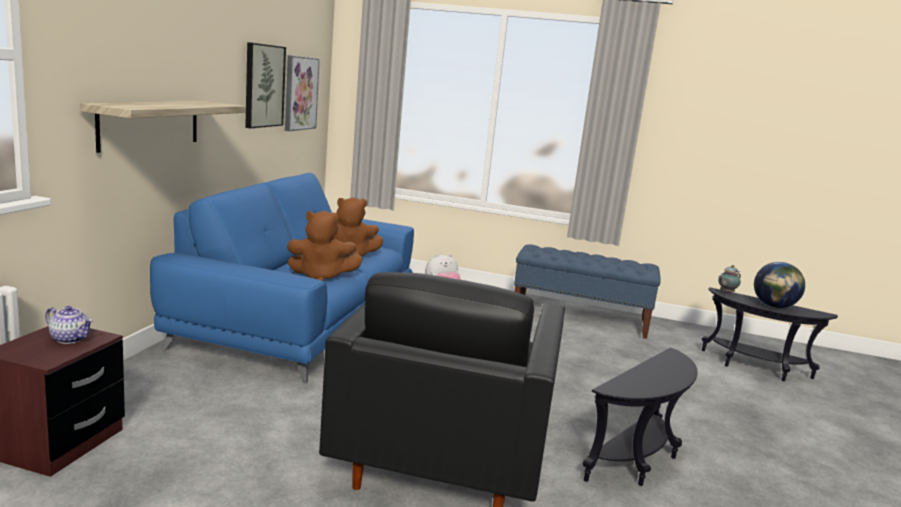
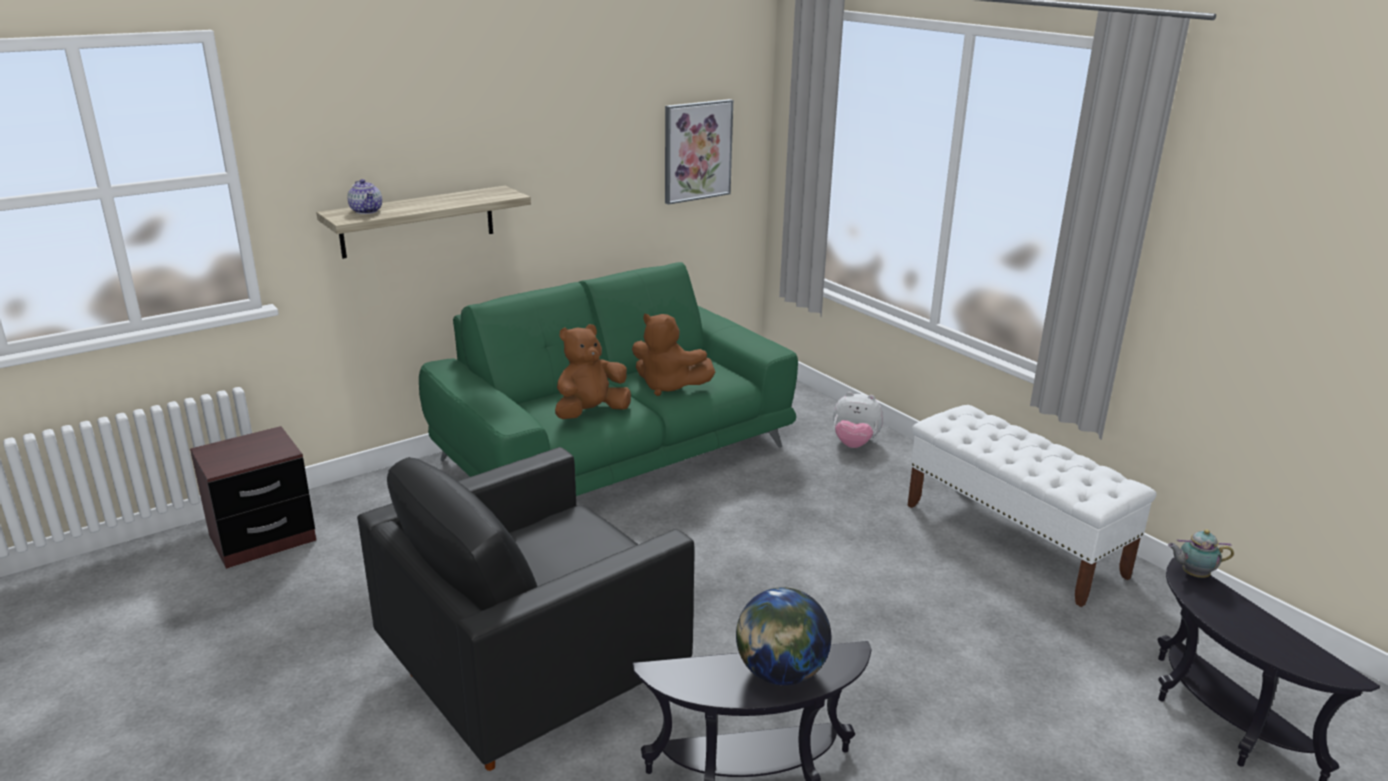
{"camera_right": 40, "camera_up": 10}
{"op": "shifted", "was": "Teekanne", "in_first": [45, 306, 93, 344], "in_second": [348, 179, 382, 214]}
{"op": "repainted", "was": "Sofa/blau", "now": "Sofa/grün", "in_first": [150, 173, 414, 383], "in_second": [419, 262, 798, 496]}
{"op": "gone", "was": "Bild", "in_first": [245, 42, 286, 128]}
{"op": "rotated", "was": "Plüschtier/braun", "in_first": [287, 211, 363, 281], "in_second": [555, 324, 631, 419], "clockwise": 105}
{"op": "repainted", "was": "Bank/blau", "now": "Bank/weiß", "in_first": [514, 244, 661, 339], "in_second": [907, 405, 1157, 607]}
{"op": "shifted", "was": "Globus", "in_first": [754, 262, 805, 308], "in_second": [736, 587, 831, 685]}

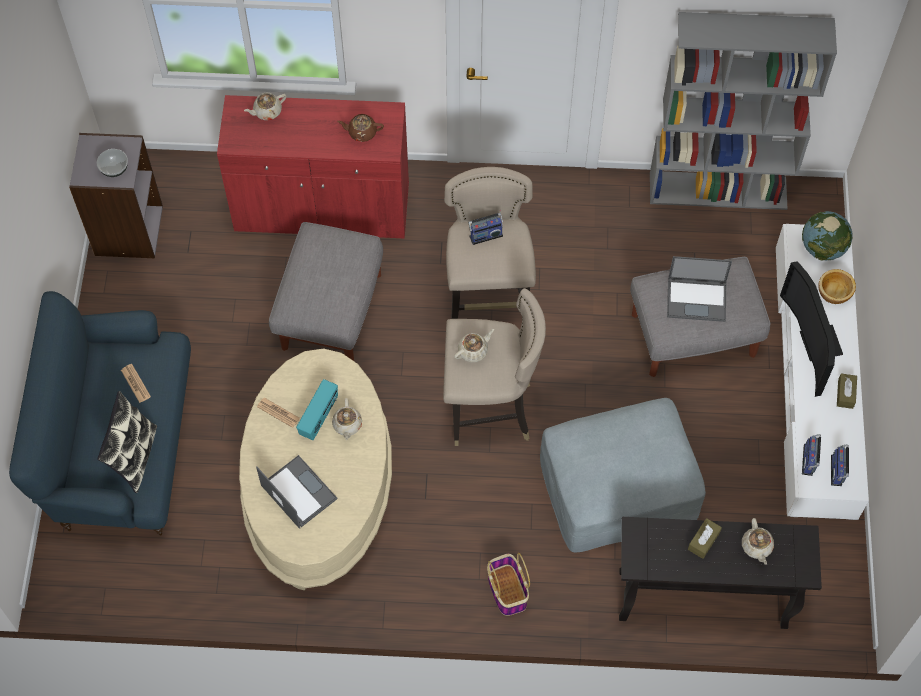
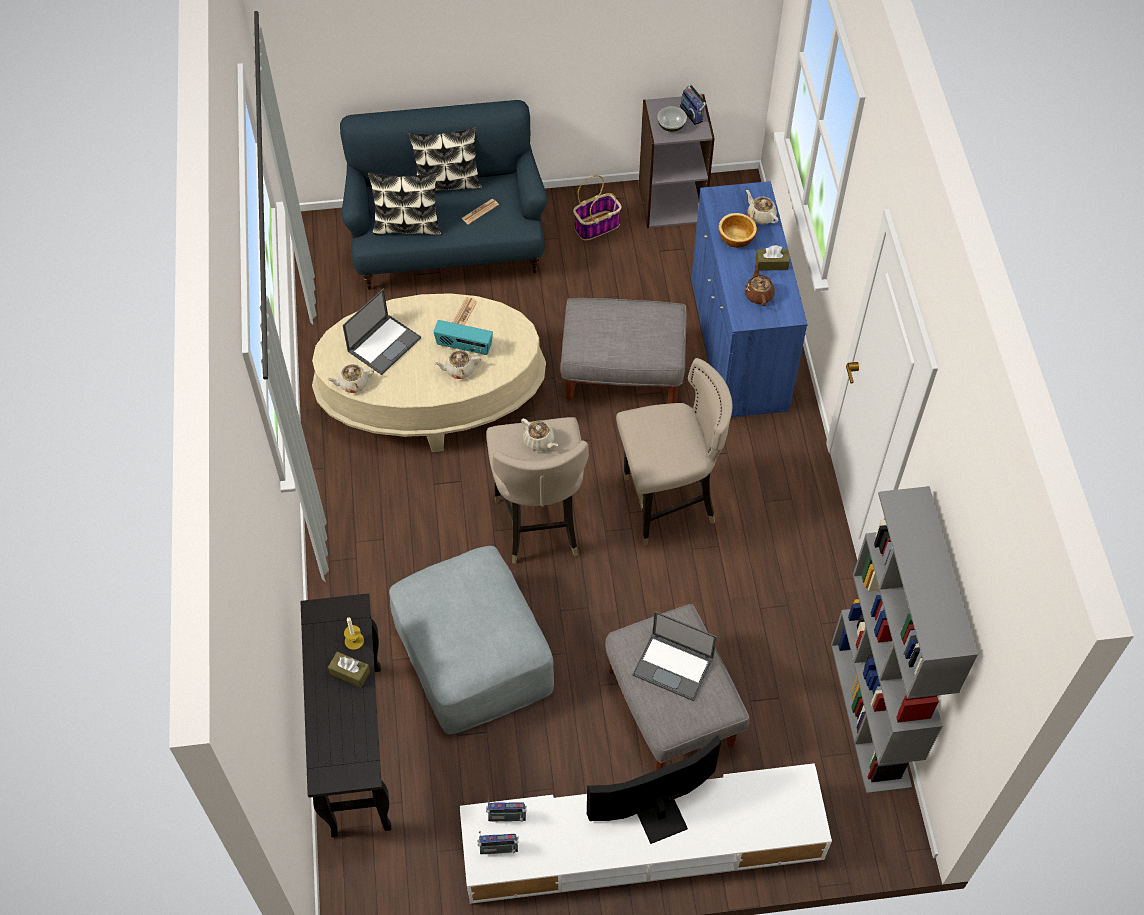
{"camera_right": 80, "camera_up": -5}
{"op": "repainted", "was": "Schrank/rot", "now": "Schrank/blau", "in_first": [217, 95, 409, 238], "in_second": [691, 181, 808, 417]}
{"op": "shifted", "was": "Radio", "in_first": [468, 210, 503, 245], "in_second": [680, 84, 706, 125]}
{"op": "shifted", "was": "Korb", "in_first": [487, 553, 530, 616], "in_second": [573, 175, 622, 240]}
{"op": "rotated", "was": "Laptop", "in_first": [667, 256, 732, 322], "in_second": [632, 611, 717, 701], "clockwise": -60}
{"op": "shifted", "was": "Teekanne/beige", "in_first": [742, 518, 774, 565], "in_second": [327, 364, 374, 393]}
{"op": "gone", "was": "Globus", "in_first": [802, 211, 852, 260]}
{"op": "shifted", "was": "Schüssel", "in_first": [818, 269, 856, 304], "in_second": [718, 213, 757, 248]}
{"op": "shifted", "was": "Taschentuchbox/braun", "in_first": [837, 374, 857, 409], "in_second": [756, 245, 790, 271]}
{"op": "new", "now": "Kerze", "in_second": [344, 617, 364, 650]}
{"op": "new", "now": "Kissen", "in_second": [408, 126, 482, 191]}

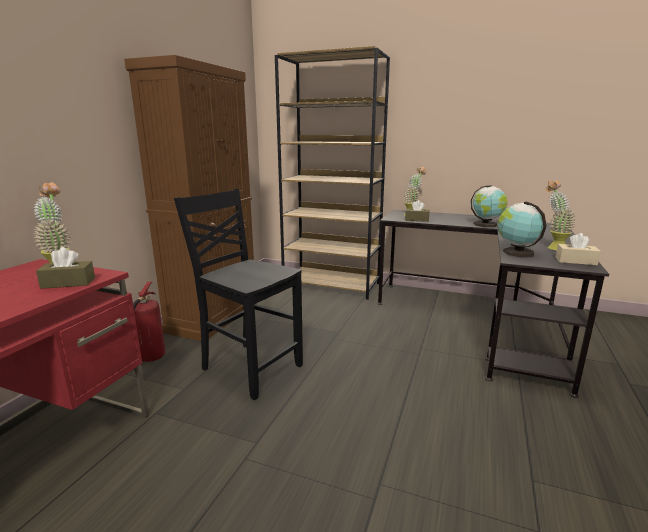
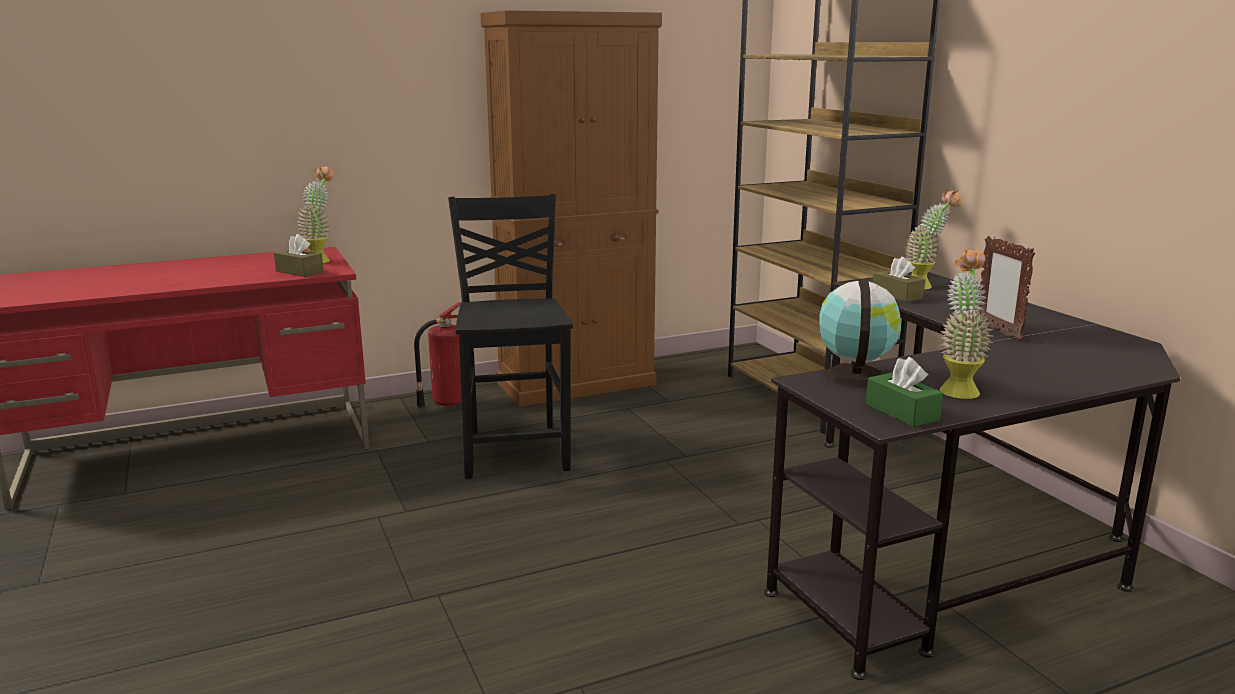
{"camera_right": 45, "camera_up": 0}
{"op": "swapped", "was": "Globus", "now": "Bilderrahmen", "in_first": [471, 185, 507, 227], "in_second": [978, 236, 1035, 341]}
{"op": "repainted", "was": "Taschentuchbox/beige", "now": "Taschentuchbox/grün", "in_first": [556, 233, 601, 265], "in_second": [866, 357, 943, 427]}

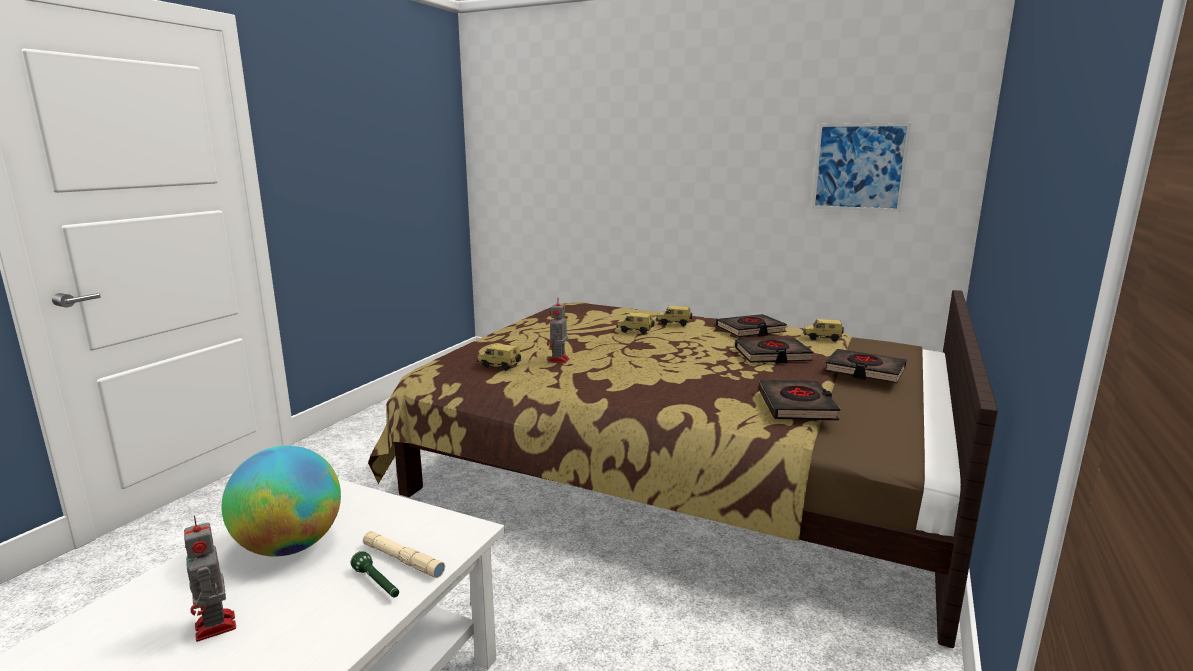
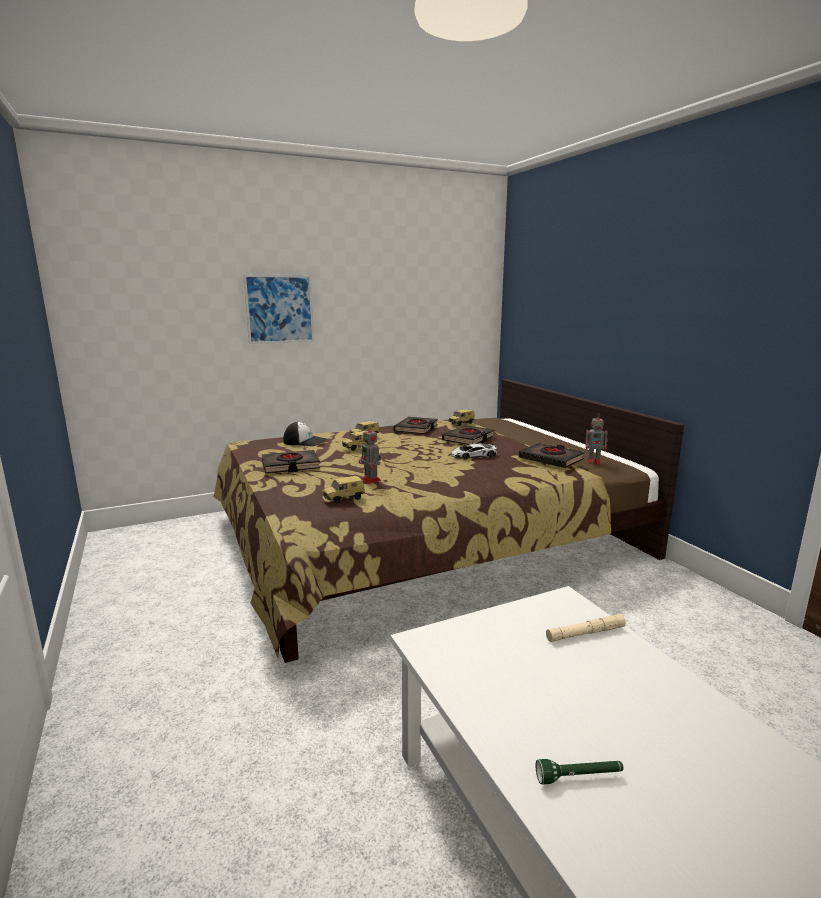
{"camera_right": -50, "camera_up": 0}
{"op": "shifted", "was": "Spielzeugroboter", "in_first": [184, 515, 236, 642], "in_second": [585, 413, 608, 465]}
{"op": "gone", "was": "Globus", "in_first": [222, 446, 341, 557]}
{"op": "shifted", "was": "Taschenlampe/grün", "in_first": [351, 551, 399, 597], "in_second": [536, 759, 624, 784]}
{"op": "shifted", "was": "Bild", "in_first": [812, 123, 911, 212], "in_second": [243, 275, 314, 344]}
{"op": "shifted", "was": "Buch/schwarz", "in_first": [825, 349, 907, 383], "in_second": [262, 450, 320, 474]}
{"op": "new", "now": "Kappe", "in_second": [283, 422, 326, 446]}
{"op": "new", "now": "Spielzeugauto", "in_second": [451, 443, 497, 459]}

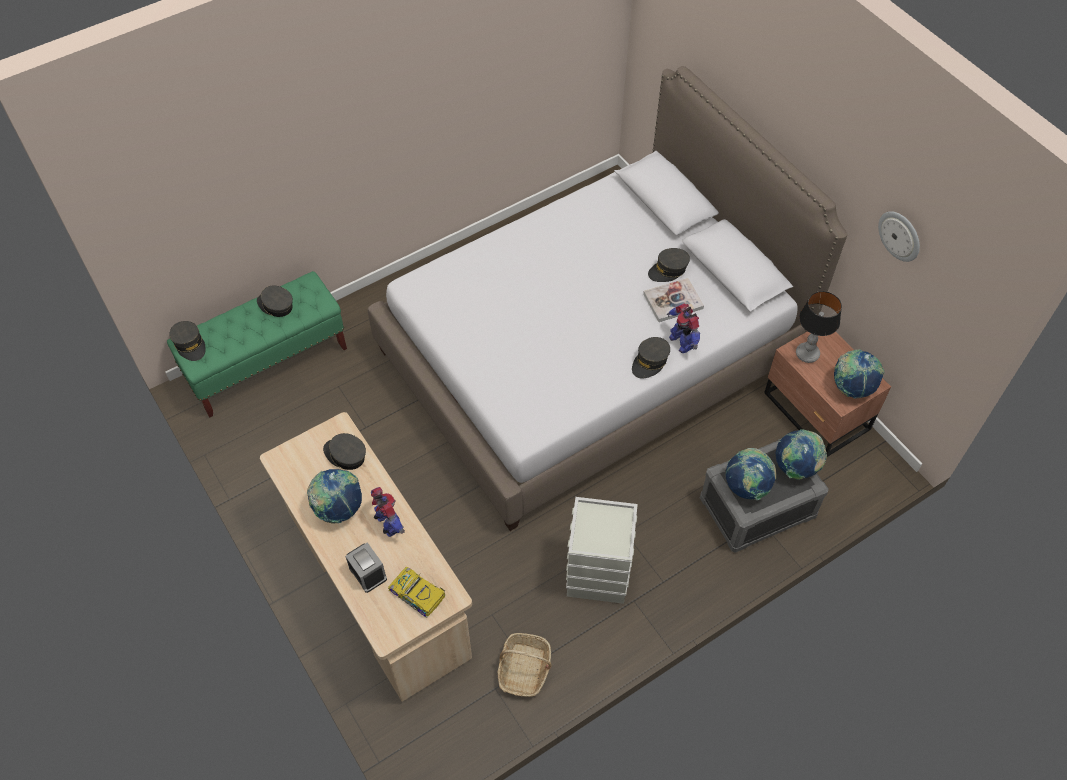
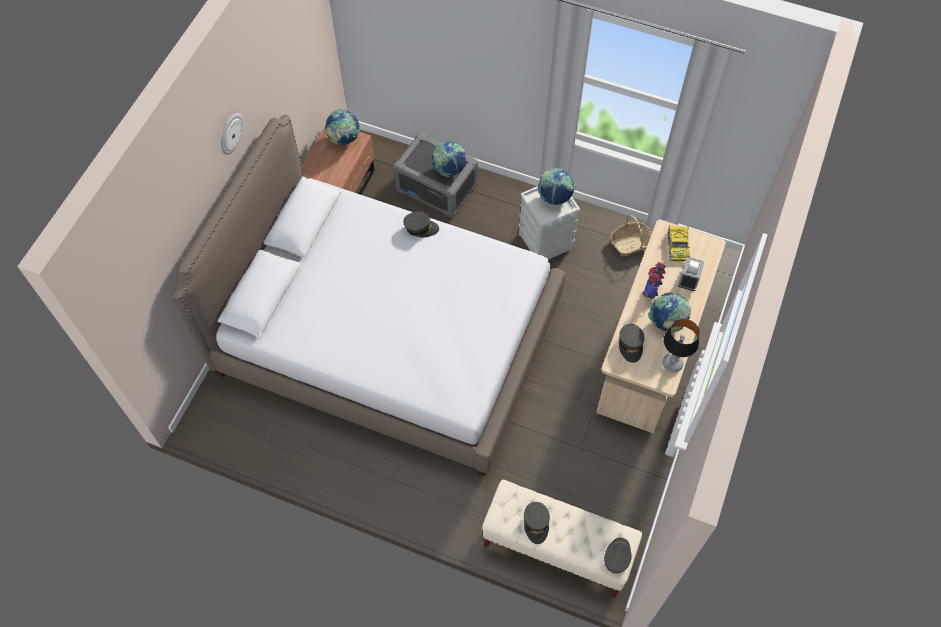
{"camera_right": -125, "camera_up": 5}
{"op": "repainted", "was": "Bank/grün", "now": "Bank/beige", "in_first": [167, 271, 347, 418], "in_second": [482, 479, 642, 598]}
{"op": "gone", "was": "Buch", "in_first": [643, 278, 704, 322]}
{"op": "gone", "was": "Kappe/grau", "in_first": [648, 248, 690, 282]}
{"op": "gone", "was": "Spielzeugroboter", "in_first": [667, 303, 700, 353]}
{"op": "shifted", "was": "Globus", "in_first": [775, 429, 827, 480], "in_second": [538, 168, 576, 205]}
{"op": "shifted", "was": "Tischlampe", "in_first": [796, 291, 842, 363], "in_second": [662, 319, 700, 373]}
{"op": "shifted", "was": "Wanduhr", "in_first": [878, 211, 920, 262], "in_second": [221, 113, 243, 155]}

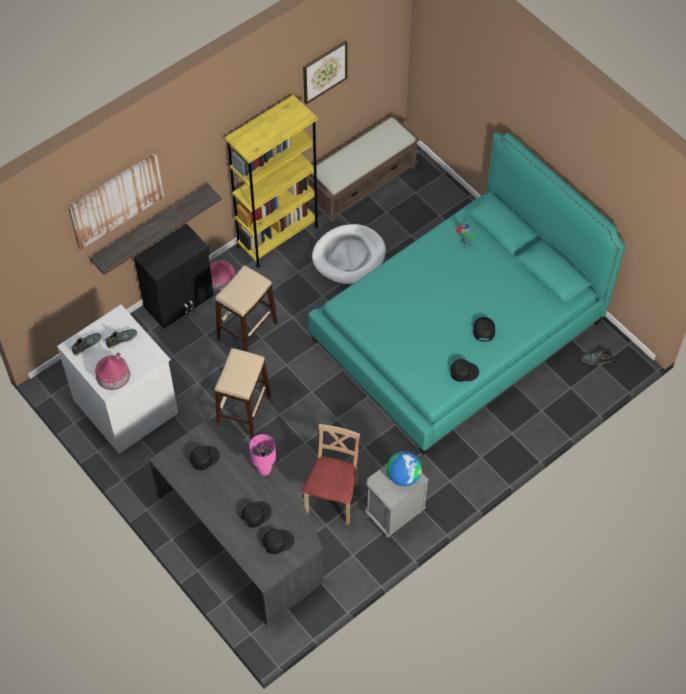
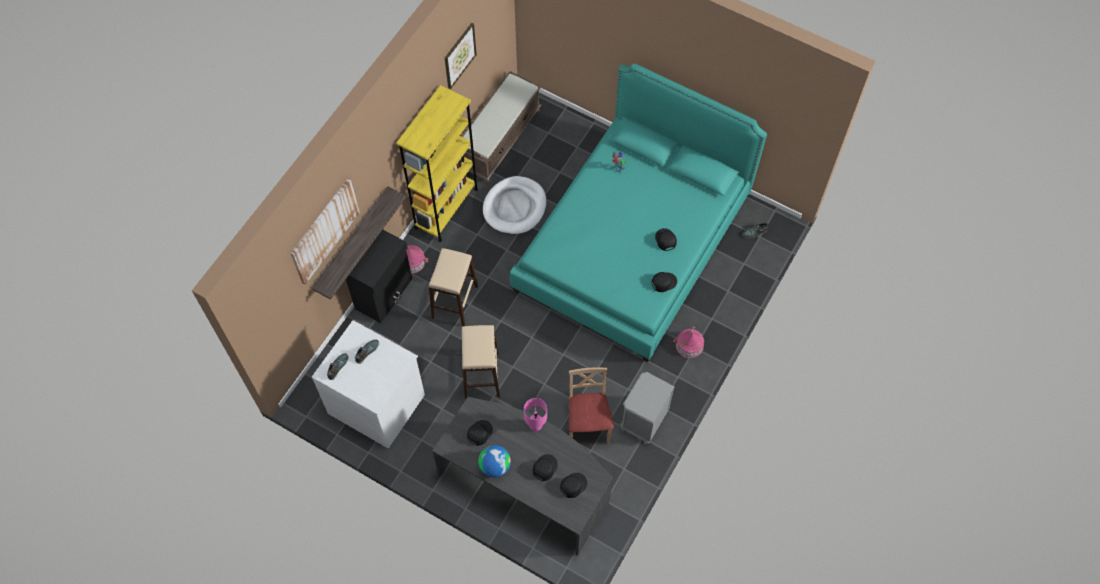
{"camera_right": -20, "camera_up": 5}
{"op": "shifted", "was": "Spielzeughaus", "in_first": [95, 352, 130, 390], "in_second": [673, 326, 704, 358]}
{"op": "shifted", "was": "Globus", "in_first": [387, 451, 422, 486], "in_second": [478, 445, 511, 478]}

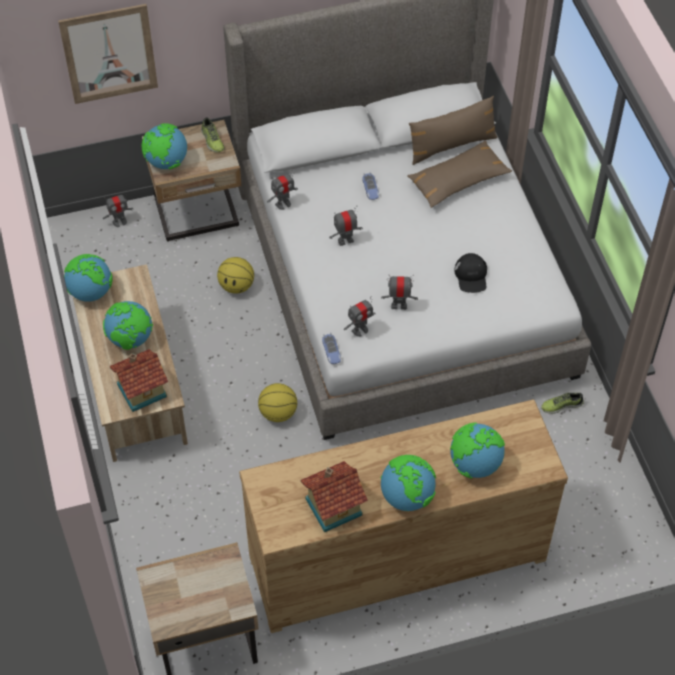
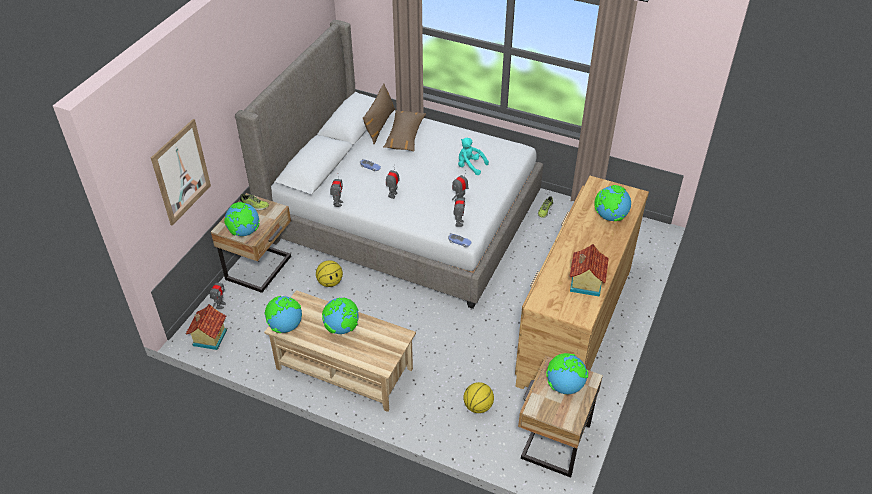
{"camera_right": -50, "camera_up": -10}
{"op": "shifted", "was": "Spielzeughaus", "in_first": [110, 349, 168, 412], "in_second": [186, 304, 227, 350]}
{"op": "shifted", "was": "Basketball", "in_first": [258, 383, 297, 422], "in_second": [464, 382, 494, 413]}
{"op": "shifted", "was": "Globus", "in_first": [381, 455, 436, 511], "in_second": [546, 353, 588, 394]}
{"op": "swapped", "was": "Kappe/schwarz", "now": "Plüschtier/türkis", "in_first": [454, 253, 487, 293], "in_second": [458, 138, 489, 175]}

